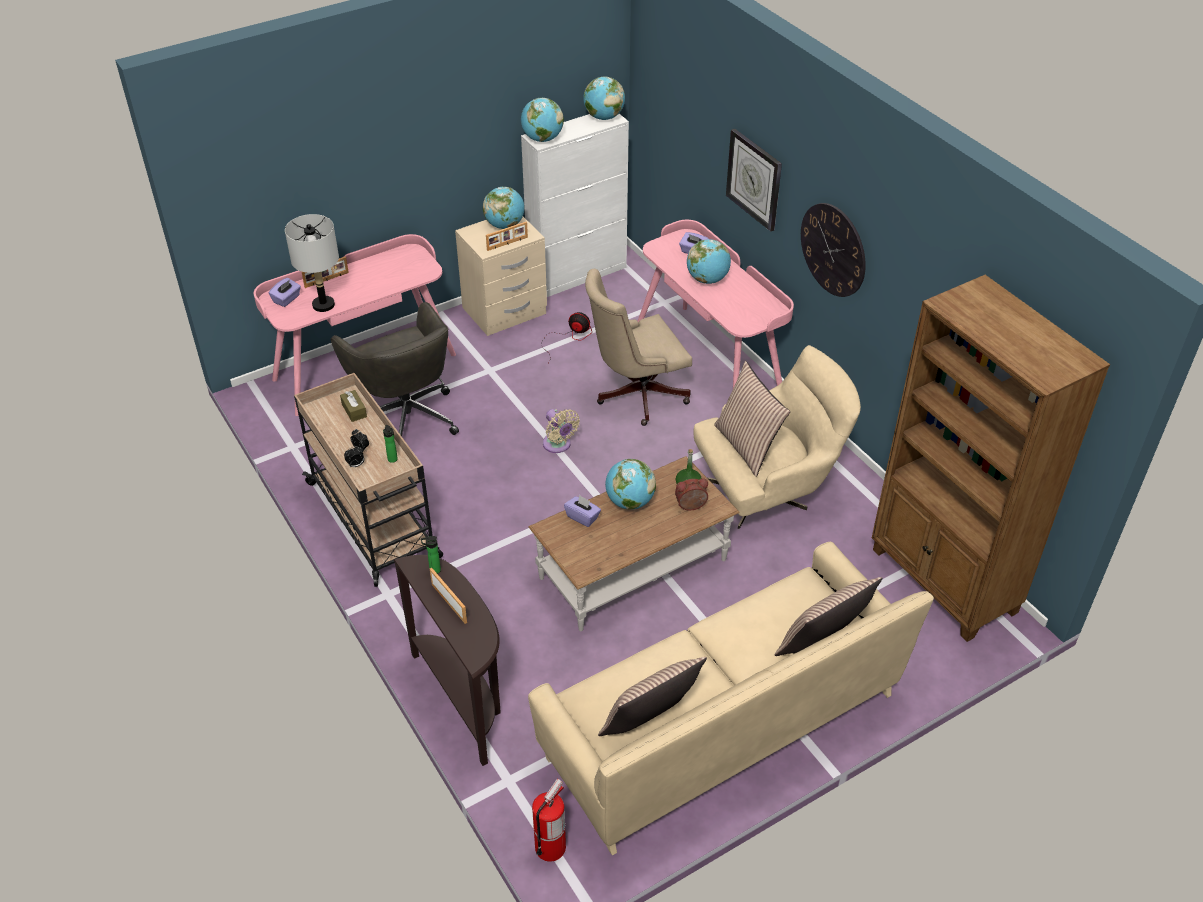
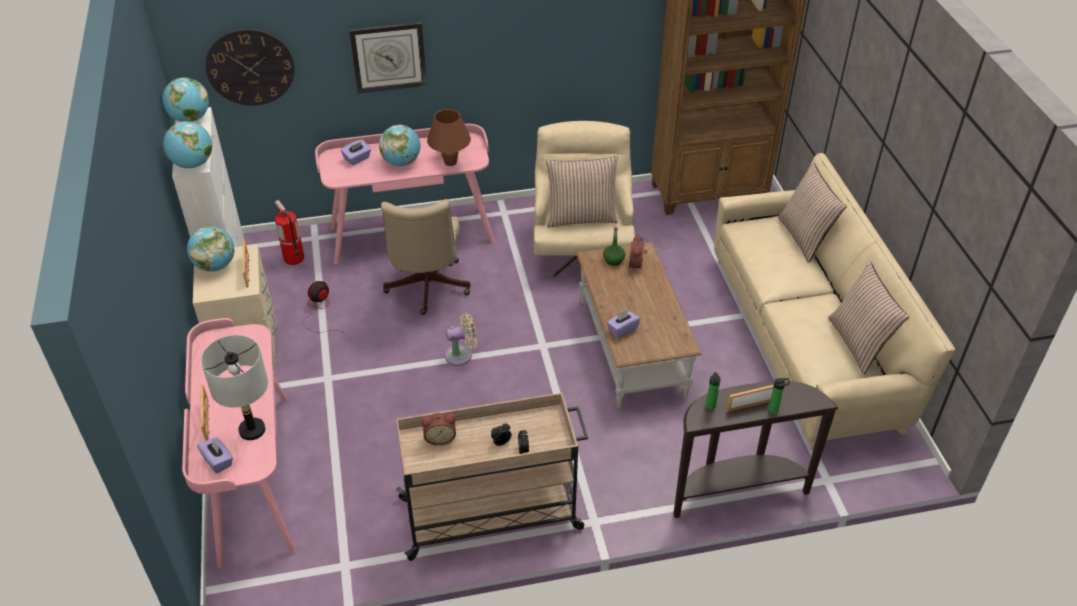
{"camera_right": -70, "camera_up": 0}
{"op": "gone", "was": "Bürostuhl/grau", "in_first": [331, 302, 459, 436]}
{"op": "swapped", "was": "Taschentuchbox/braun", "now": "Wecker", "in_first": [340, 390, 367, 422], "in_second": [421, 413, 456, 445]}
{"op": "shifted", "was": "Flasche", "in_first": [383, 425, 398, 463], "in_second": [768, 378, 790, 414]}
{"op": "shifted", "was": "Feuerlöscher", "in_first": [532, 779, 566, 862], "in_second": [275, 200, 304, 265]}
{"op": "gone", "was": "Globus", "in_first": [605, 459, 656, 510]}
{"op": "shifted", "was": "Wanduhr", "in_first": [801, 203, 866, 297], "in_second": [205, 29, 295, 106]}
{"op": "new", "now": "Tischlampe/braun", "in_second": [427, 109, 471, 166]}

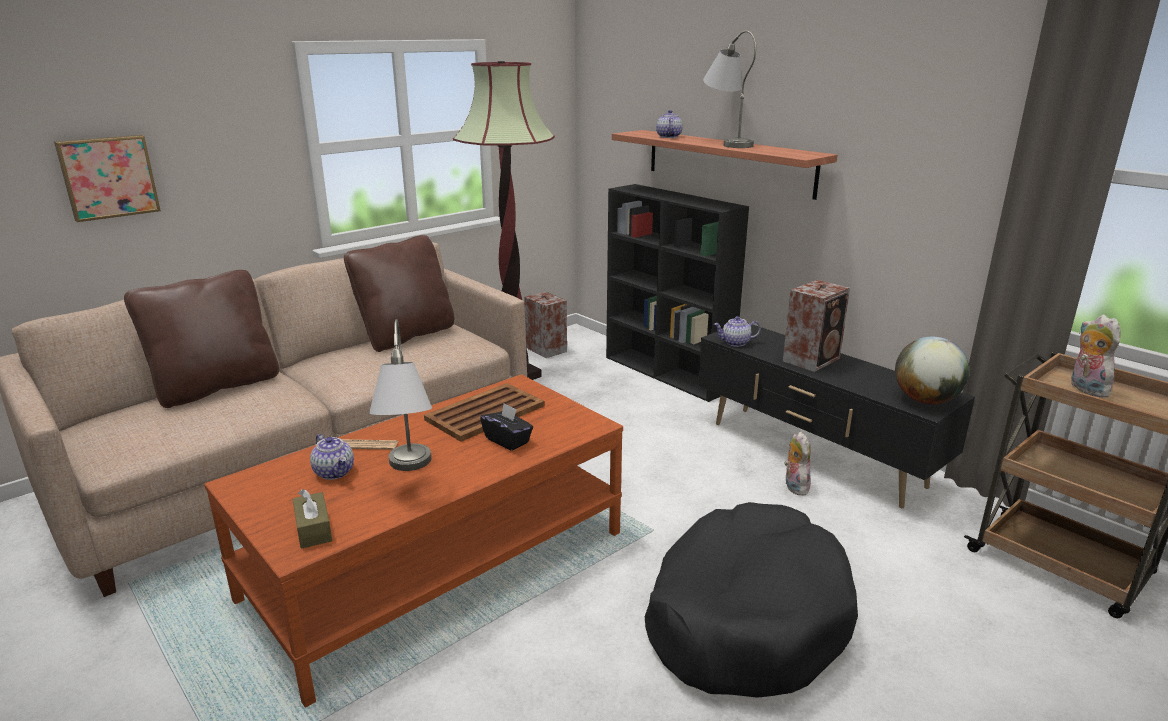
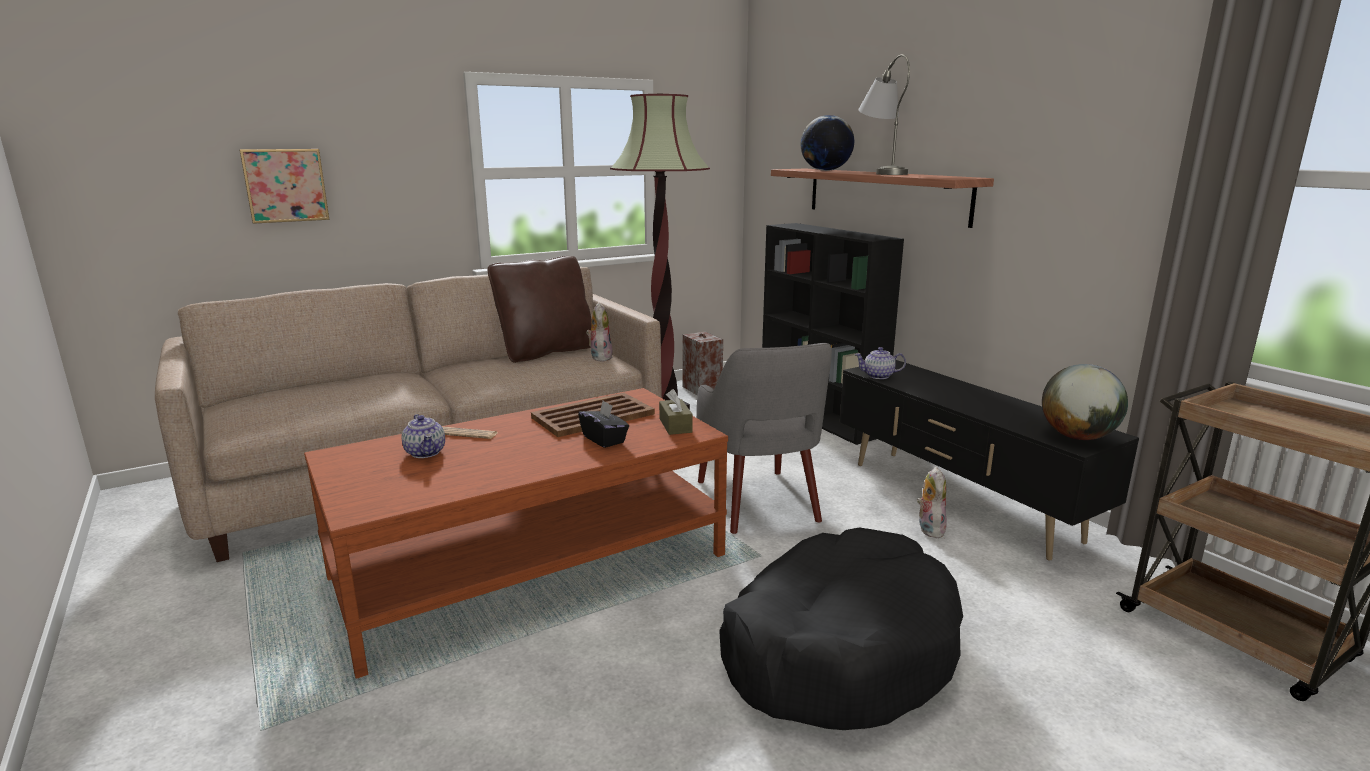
{"camera_right": 10, "camera_up": -5}
{"op": "gone", "was": "Kissen/braun", "in_first": [124, 270, 279, 408]}
{"op": "shifted", "was": "Taschentuchbox/braun", "in_first": [293, 489, 332, 549], "in_second": [659, 389, 693, 435]}
{"op": "gone", "was": "Tischlampe/grau", "in_first": [369, 319, 432, 471]}
{"op": "swapped", "was": "Teekanne", "now": "Globus", "in_first": [656, 110, 683, 138], "in_second": [801, 115, 854, 171]}
{"op": "gone", "was": "Lautsprecher", "in_first": [783, 280, 850, 372]}
{"op": "shifted", "was": "Plüschtier", "in_first": [1071, 315, 1121, 397], "in_second": [586, 302, 613, 362]}
{"op": "new", "now": "Sessel/grau", "in_second": [696, 343, 832, 534]}

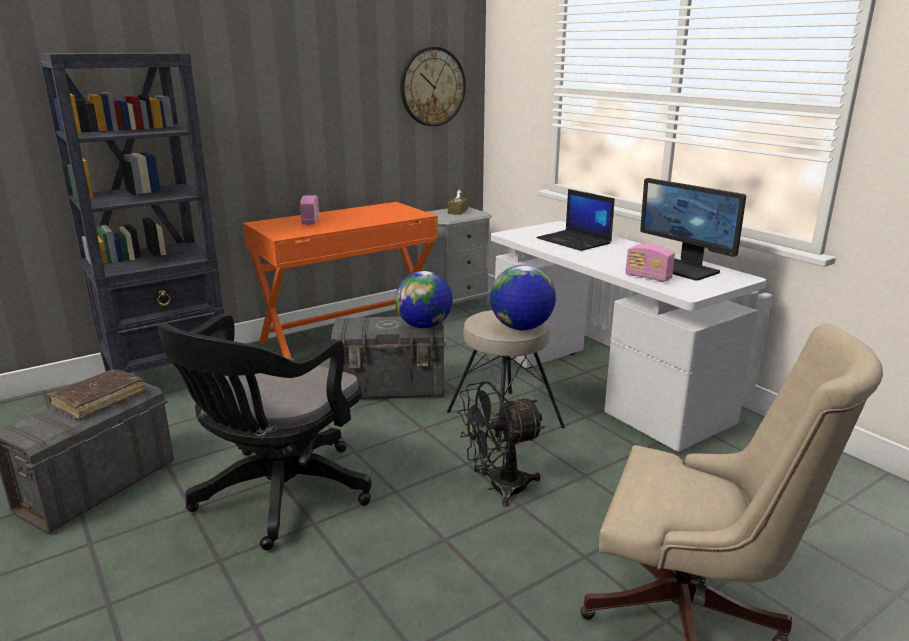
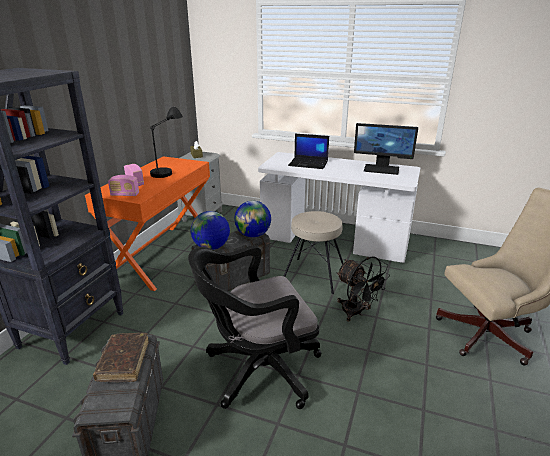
{"camera_right": -35, "camera_up": 5}
{"op": "rotated", "was": "Bürostuhl/schwarz", "in_first": [156, 313, 372, 550], "in_second": [188, 245, 322, 409], "clockwise": 75}
{"op": "gone", "was": "Wanduhr", "in_first": [400, 47, 466, 126]}
{"op": "rotated", "was": "Ventilator/schwarz", "in_first": [457, 381, 545, 507], "in_second": [336, 256, 390, 322], "clockwise": -75}
{"op": "shifted", "was": "Globus", "in_first": [490, 265, 556, 330], "in_second": [191, 211, 230, 250]}
{"op": "shifted", "was": "Radio", "in_first": [625, 244, 675, 282], "in_second": [108, 175, 139, 196]}
{"op": "new", "now": "Tischlampe/schwarz", "in_second": [150, 107, 183, 178]}

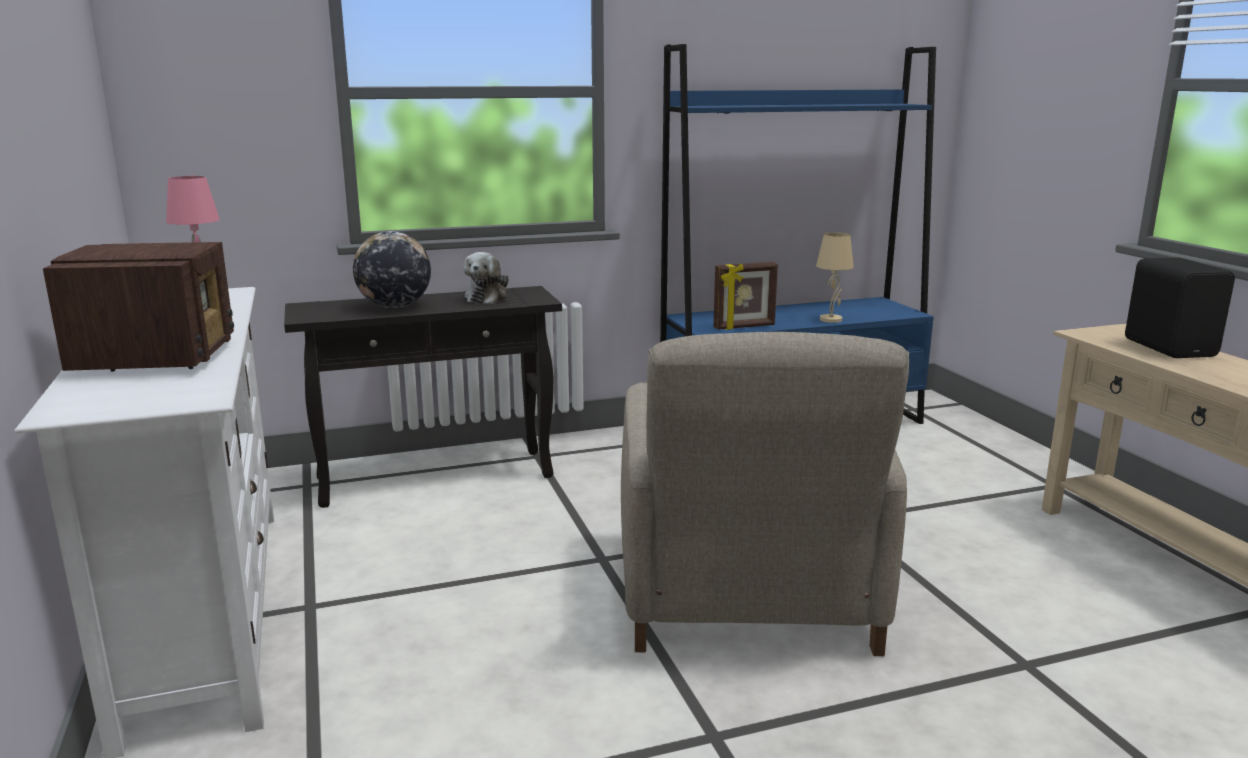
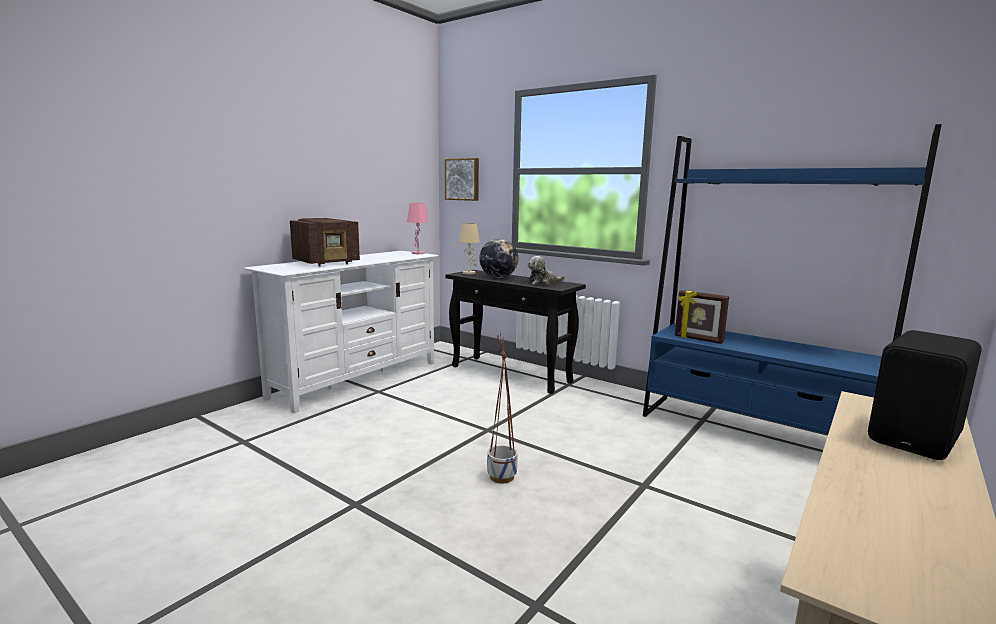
{"camera_right": 55, "camera_up": -5}
{"op": "swapped", "was": "Sessel/beige", "now": "Pflanzkübel", "in_first": [621, 332, 909, 656], "in_second": [487, 333, 518, 483]}
{"op": "shifted", "was": "Tischlampe/beige", "in_first": [816, 232, 854, 323], "in_second": [459, 223, 480, 274]}
{"op": "new", "now": "Bild", "in_second": [445, 158, 479, 201]}

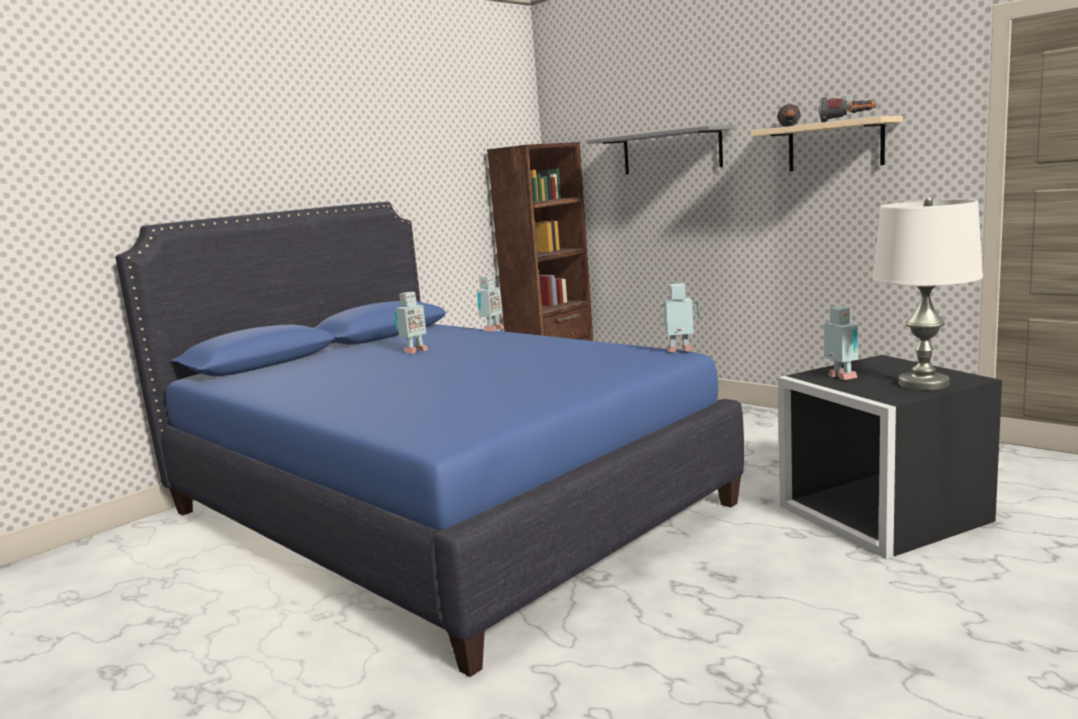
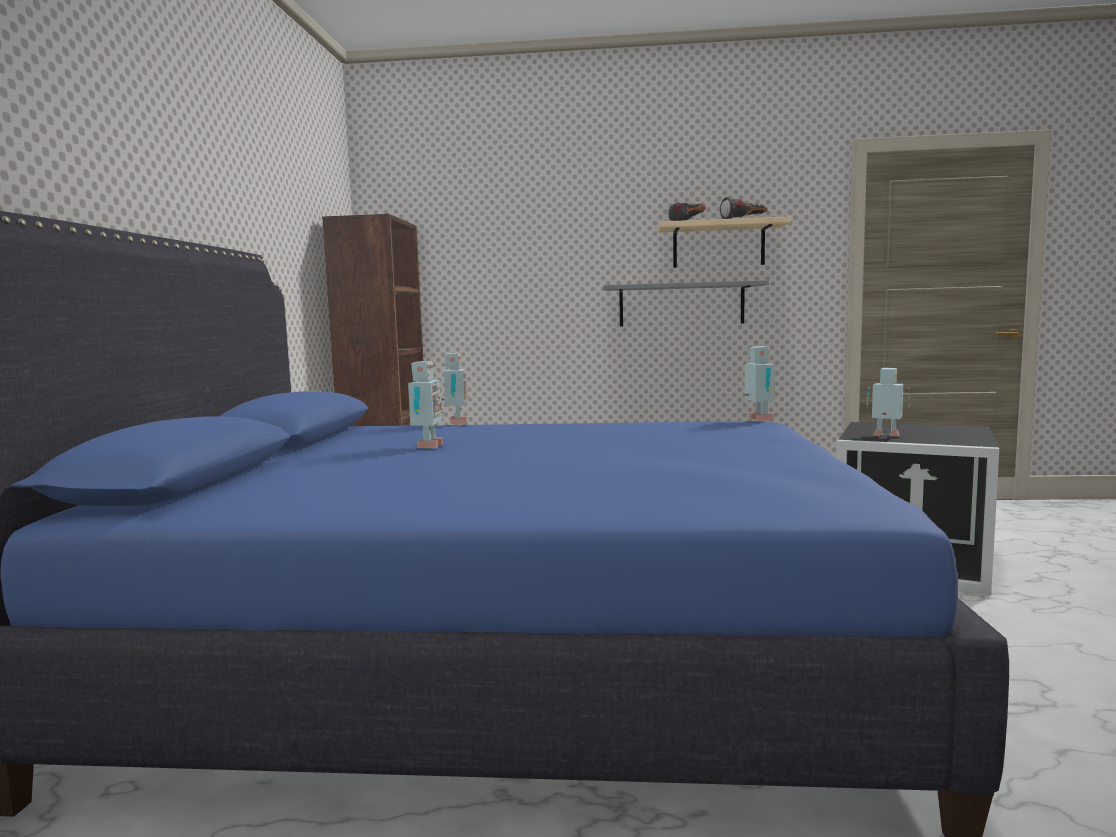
{"camera_right": -40, "camera_up": -5}
{"op": "shifted", "was": "Wandregal/grau", "in_first": [587, 125, 735, 175], "in_second": [603, 280, 769, 327]}
{"op": "rotated", "was": "Spielzeugroboter", "in_first": [659, 283, 699, 352], "in_second": [745, 346, 775, 421], "clockwise": 120}
{"op": "gone", "was": "Tischlampe/weiß", "in_first": [872, 196, 983, 390]}

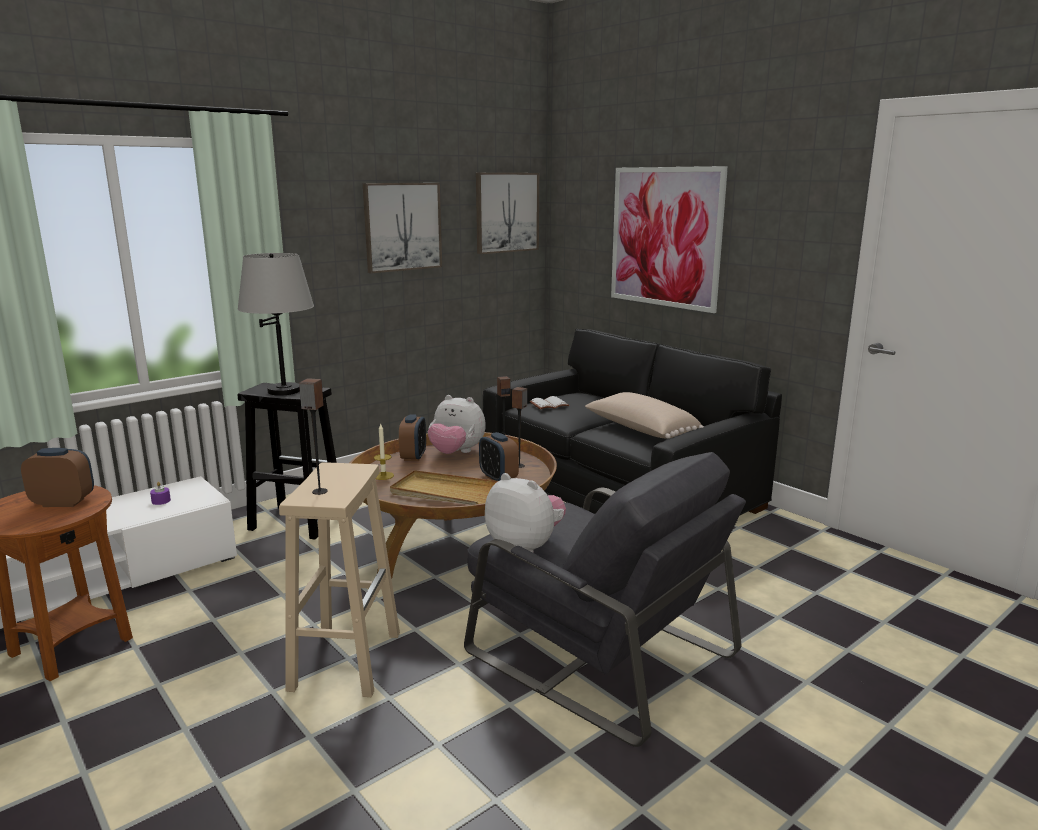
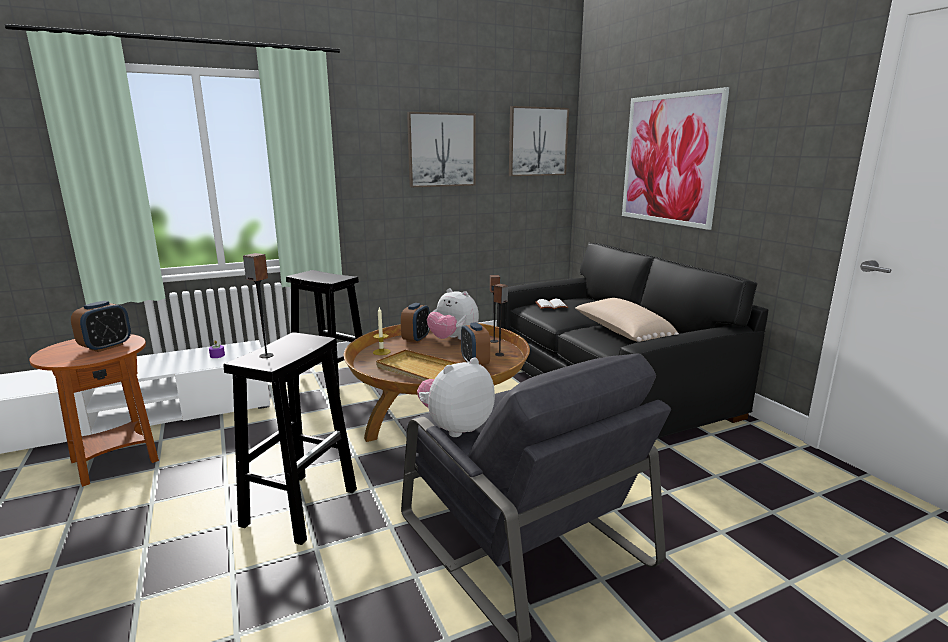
{"camera_right": 15, "camera_up": 0}
{"op": "rotated", "was": "Wecker", "in_first": [21, 448, 94, 507], "in_second": [71, 301, 131, 352], "clockwise": 105}
{"op": "gone", "was": "Tischlampe/grau", "in_first": [238, 253, 314, 396]}
{"op": "repainted", "was": "Hocker/beige", "now": "Hocker/schwarz", "in_first": [279, 462, 400, 697], "in_second": [224, 332, 357, 545]}
{"op": "rotated", "was": "Plüschtier", "in_first": [485, 473, 566, 553], "in_second": [417, 358, 495, 437], "clockwise": -90}

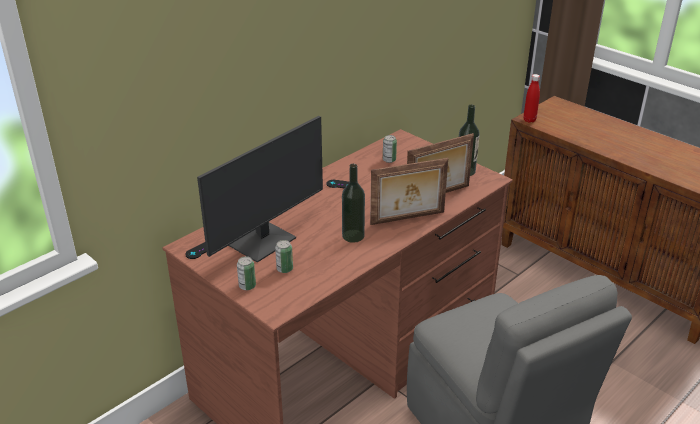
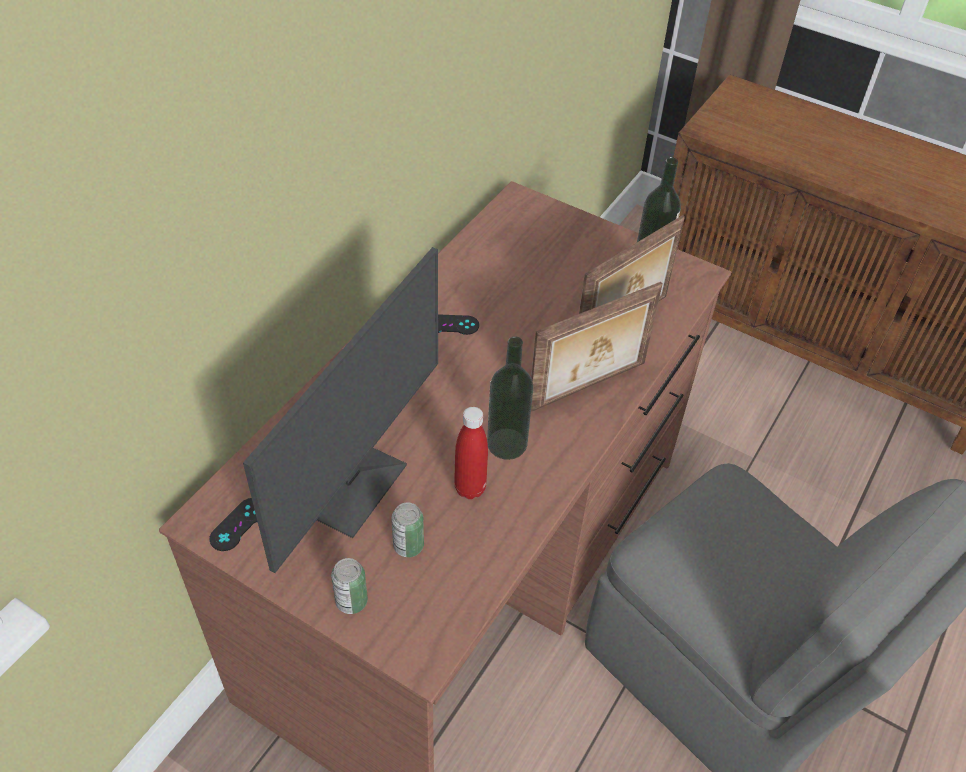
{"camera_right": -15, "camera_up": 15}
{"op": "gone", "was": "Dose", "in_first": [383, 135, 397, 163]}
{"op": "shifted", "was": "Flasche/rot", "in_first": [524, 74, 540, 123], "in_second": [454, 407, 488, 499]}

